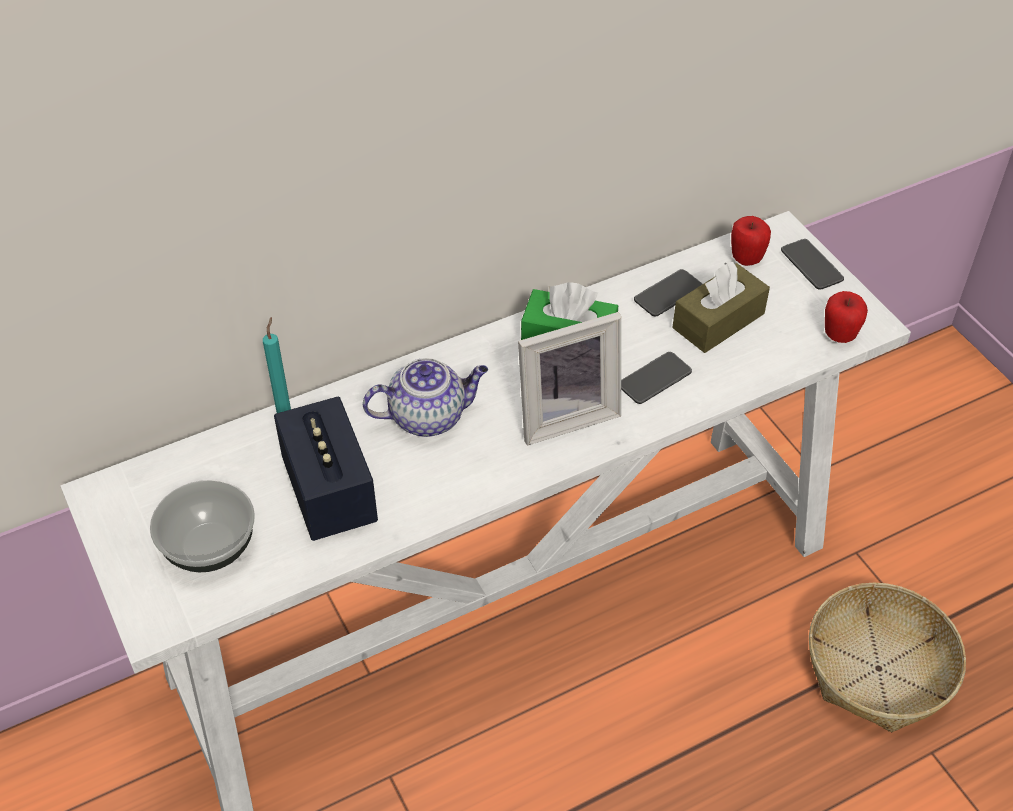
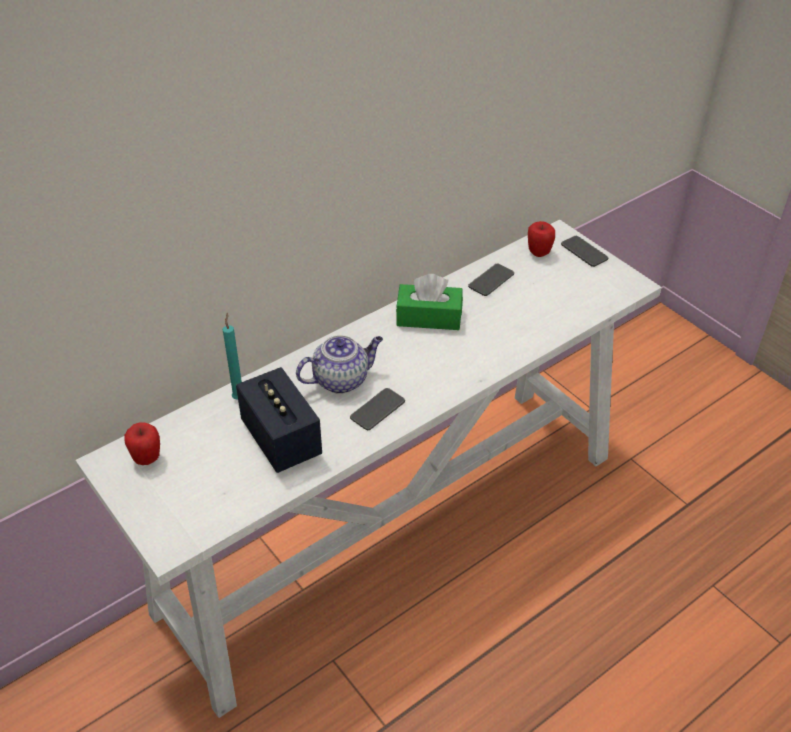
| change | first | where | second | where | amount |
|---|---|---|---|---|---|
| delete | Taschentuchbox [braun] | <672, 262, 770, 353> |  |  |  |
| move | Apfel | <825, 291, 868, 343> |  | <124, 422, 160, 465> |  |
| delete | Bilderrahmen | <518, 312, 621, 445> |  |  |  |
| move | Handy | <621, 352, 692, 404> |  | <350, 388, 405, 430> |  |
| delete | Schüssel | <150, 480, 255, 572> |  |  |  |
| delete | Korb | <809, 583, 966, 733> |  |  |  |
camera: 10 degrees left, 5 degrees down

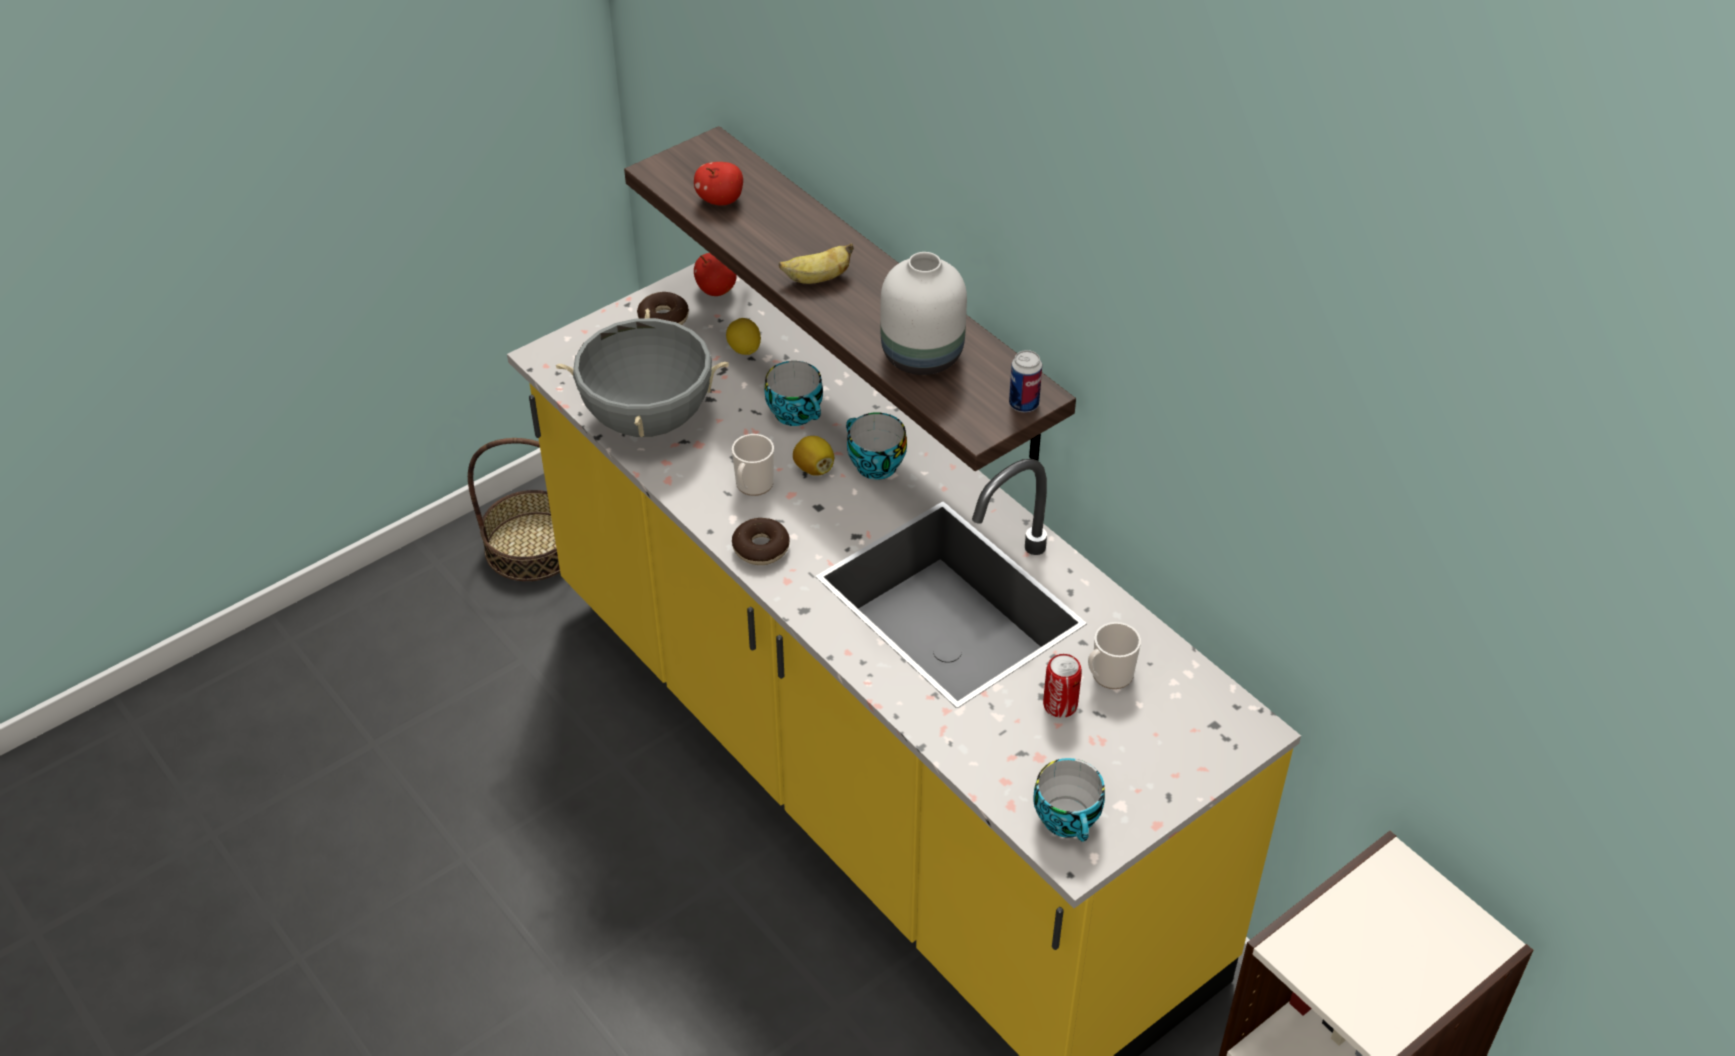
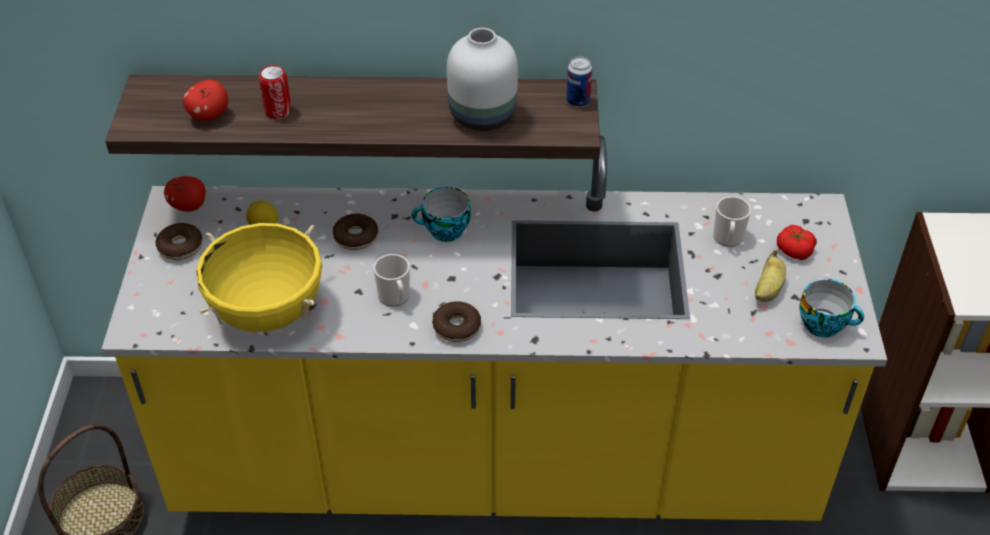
| change | first | where | second | where | amount |
|---|---|---|---|---|---|
| move | Banane | <779, 243, 854, 284> |  | <755, 250, 786, 302> |  |
| recolor | Kochtopf [grau] | <556, 309, 729, 437> | Kochtopf [gelb] | <196, 223, 322, 332> |  |
| replace | Tasse | <764, 361, 823, 426> | Donut | <333, 214, 378, 250> |  |
| delete | Zitrone | <793, 436, 834, 476> |  |  |  |
| move | Dose | <1043, 654, 1082, 718> |  | <259, 65, 291, 119> |  |
| insert |  |  | Tomate | <777, 225, 817, 260> |  |
camera: 50 degrees left, 0 degrees up

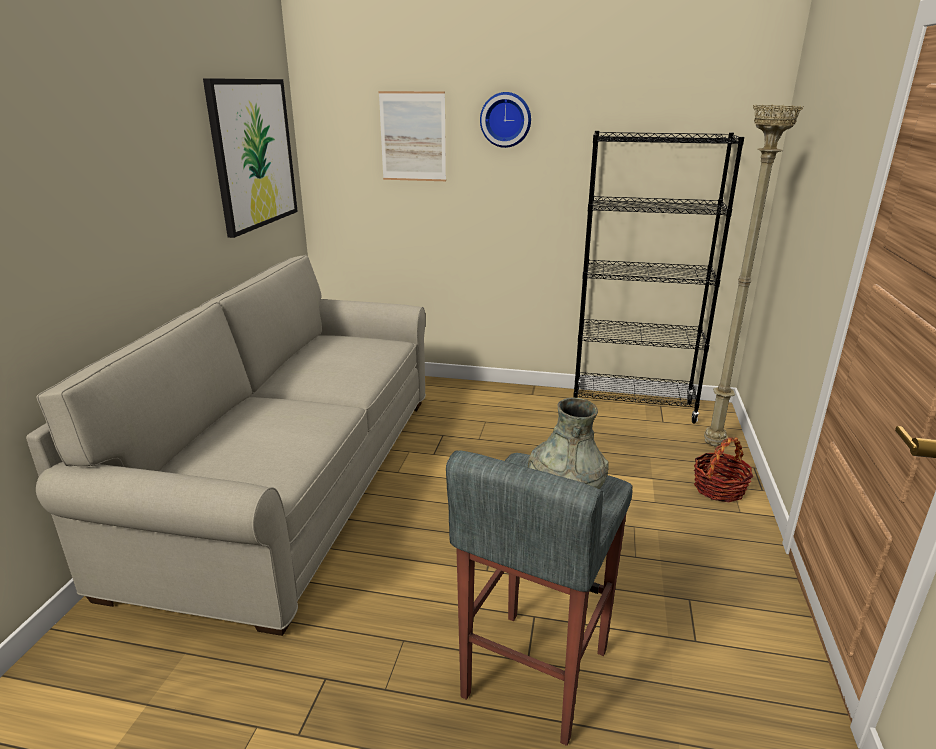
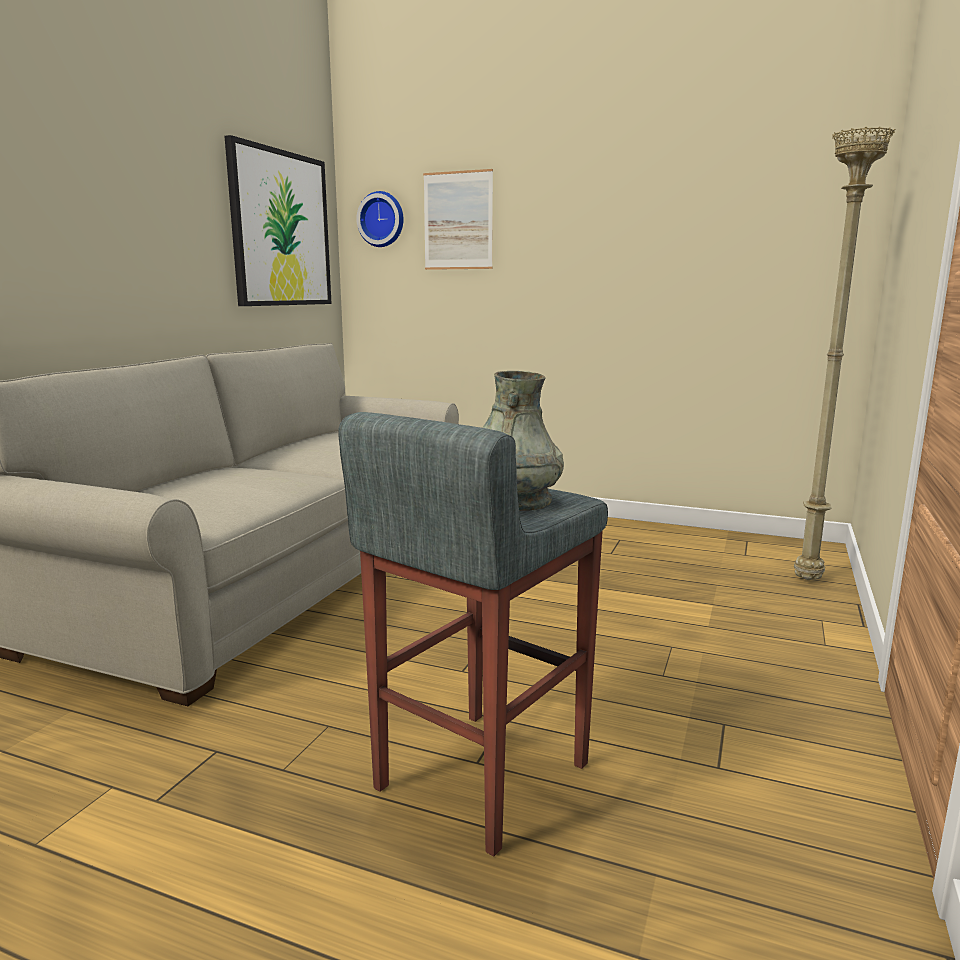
| change | first | where | second | where | amount |
|---|---|---|---|---|---|
| move | Wanduhr | <480, 92, 531, 148> |  | <356, 191, 404, 247> |  |
| delete | Bücherregal [schwarz] | <573, 131, 744, 423> |  |  |  |
| delete | Korb | <694, 437, 753, 502> |  |  |  |
camera: 10 degrees right, 10 degrees down

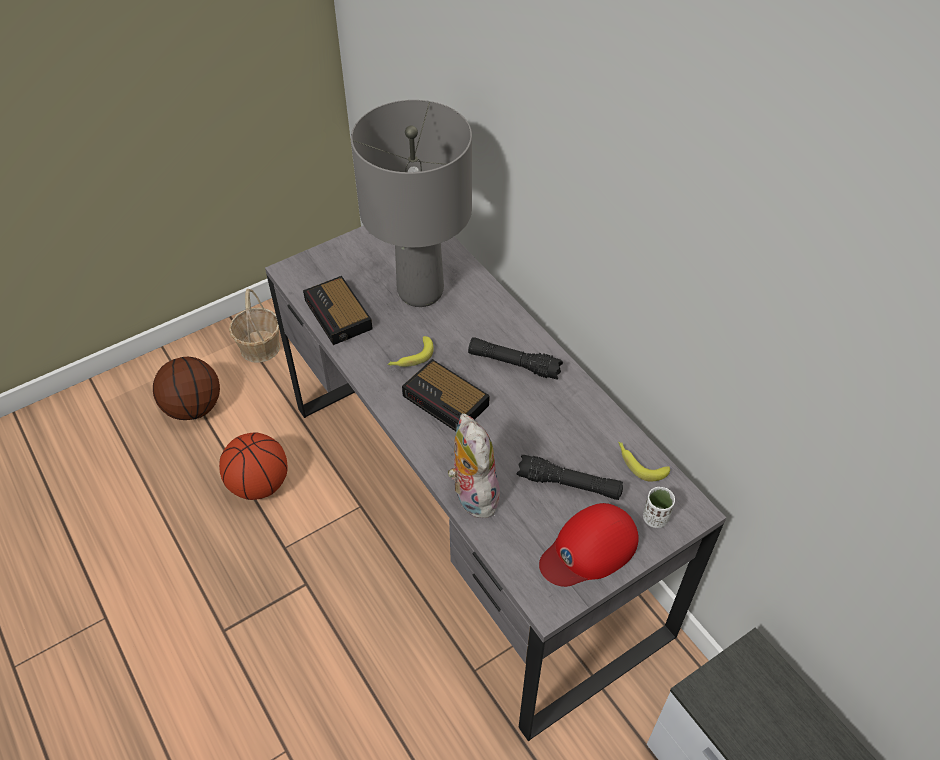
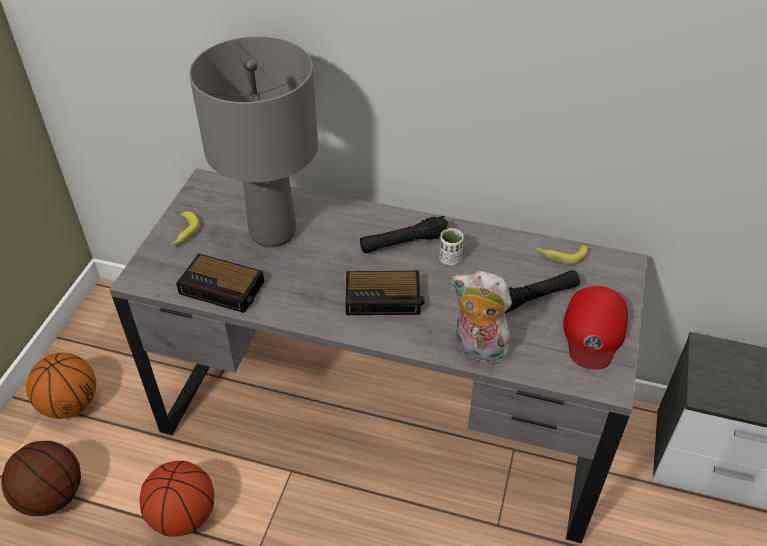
| change | first | where | second | where | amount |
|---|---|---|---|---|---|
| replace | Korb | <229, 289, 280, 363> | Basketball | <26, 353, 96, 419> |  |
| move | Banane | <388, 336, 434, 367> |  | <171, 211, 200, 246> |  |
| move | Tasse [weiß] | <643, 487, 675, 528> |  | <439, 228, 464, 265> |  |
camera: 40 degrees left, 5 degrees down

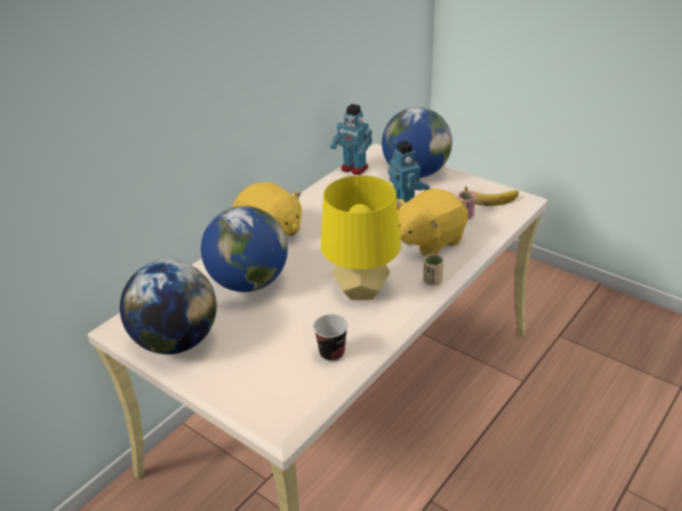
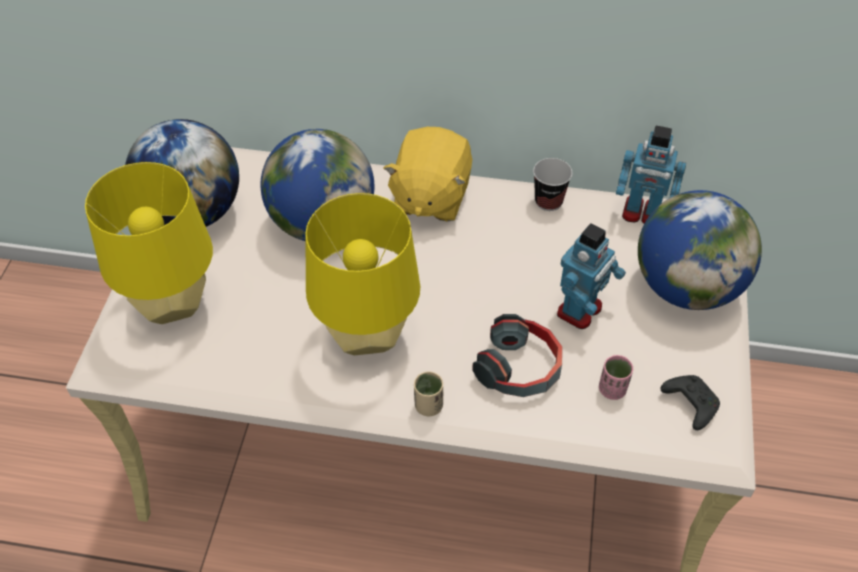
| change | first | where | second | where | amount |
|---|---|---|---|---|---|
| rotate | Spielzeugroboter | <330, 104, 372, 175> |  | <616, 126, 686, 224> | 75 degrees counterclockwise |
| replace | Banane | <465, 186, 519, 206> | Gamepad [schwarz] | <661, 375, 720, 430> |  |
| replace | Plüschtier [gelb] | <397, 188, 468, 256> | Kopfhörer | <472, 314, 563, 397> |  |
| move | Tasse | <313, 314, 348, 362> |  | <533, 158, 572, 211> |  |
| insert |  |  | Tischlampe [gelb] | <85, 162, 213, 324> |  |
camera: 60 degrees right, 15 degrees up

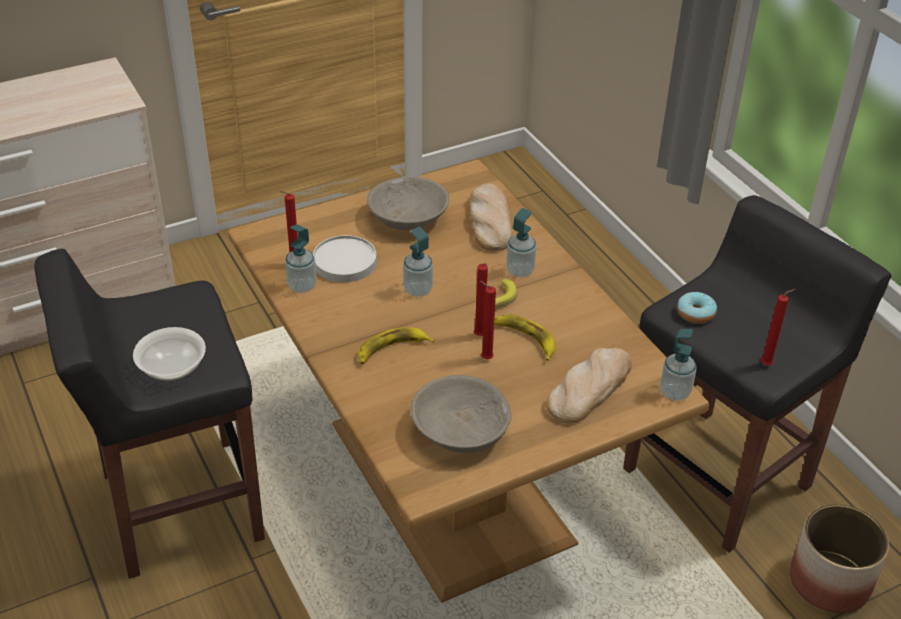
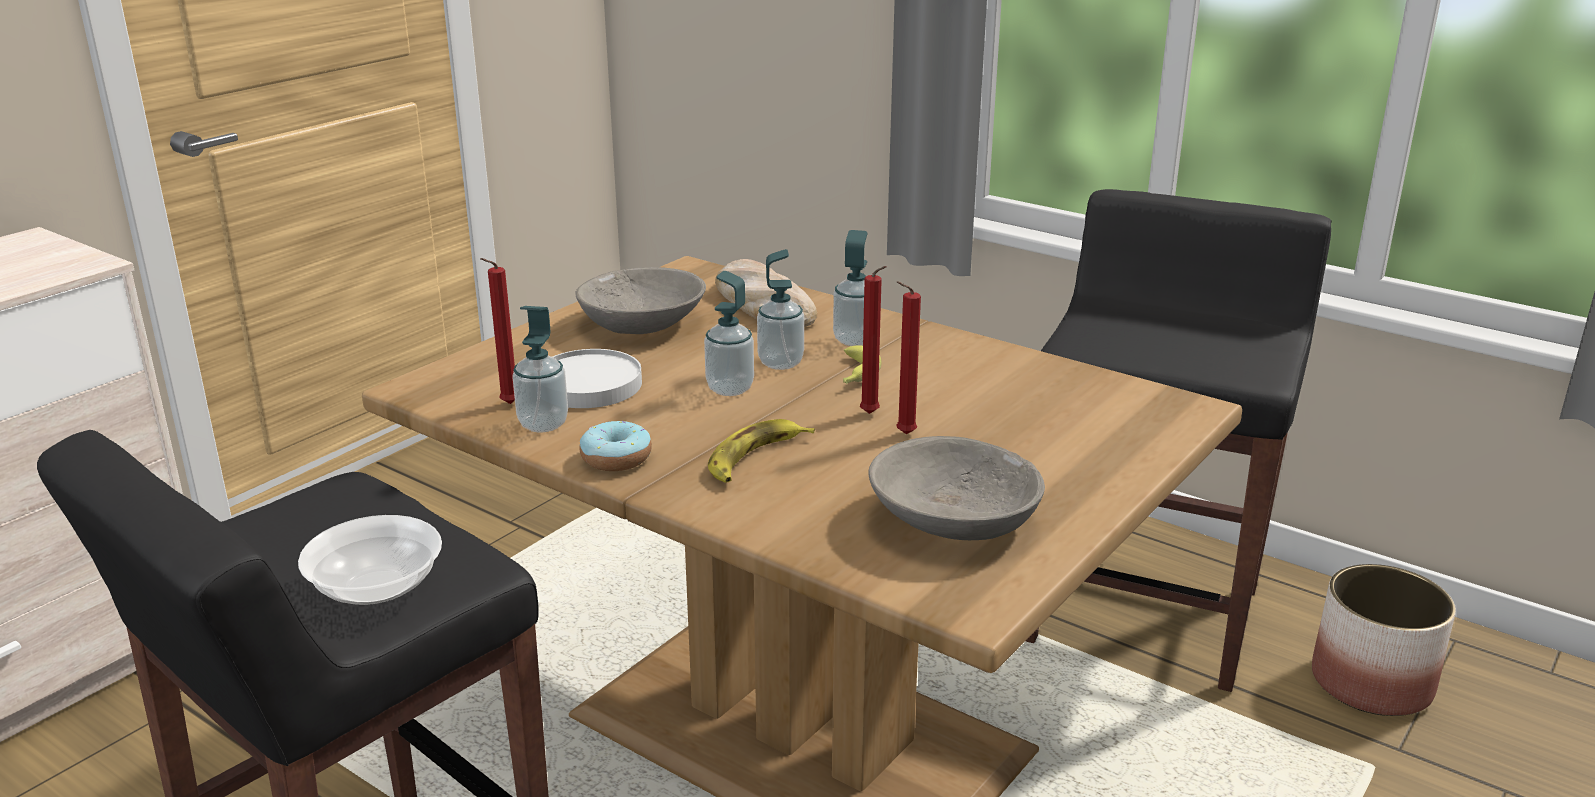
| change | first | where | second | where | amount |
|---|---|---|---|---|---|
| delete | Kerze [rot] | <761, 289, 796, 366> |  |  |  |
| move | Donut | <677, 292, 717, 324> |  | <579, 421, 652, 471> |  |
| delete | Banane | <494, 314, 556, 361> |  |  |  |
| move | Seifenspender | <660, 329, 696, 401> |  | <757, 249, 804, 370> |  |
| delete | Brot | <546, 348, 632, 424> |  |  |  |
camera: 25 degrees left, 15 degrees down

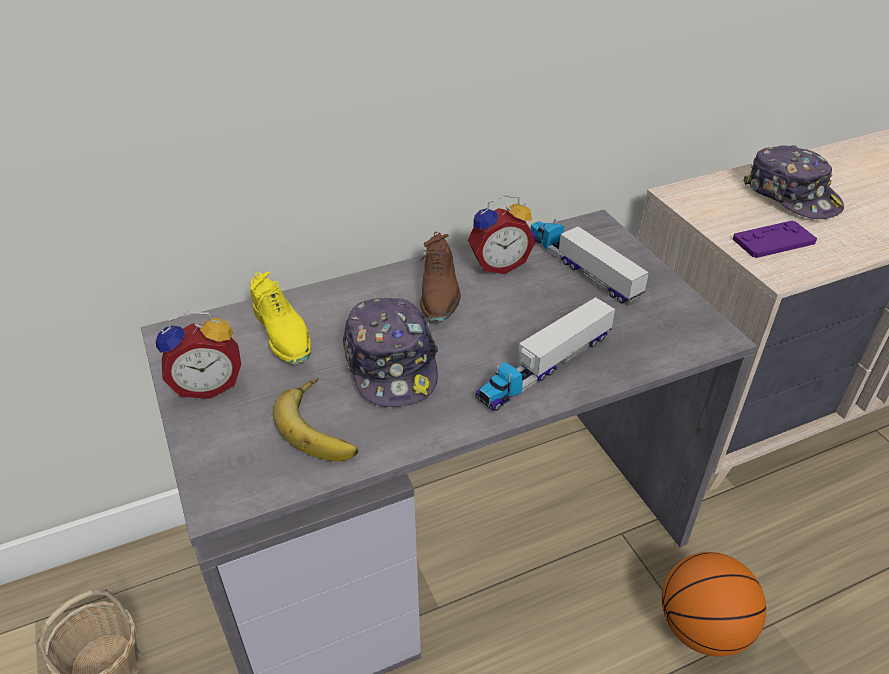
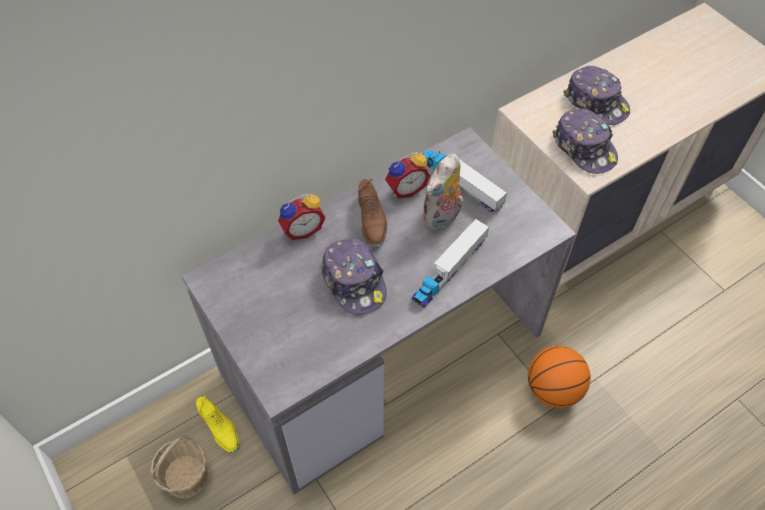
| change | first | where | second | where | amount |
|---|---|---|---|---|---|
| replace | Gamepad [lila] | <733, 221, 817, 258> | Kappe | <552, 109, 618, 174> |  |
| move | Schuh [gelb] | <250, 272, 311, 365> |  | <196, 396, 240, 453> |  |
| move | Wecker | <156, 312, 241, 399> |  | <278, 194, 326, 240> |  |
| delete | Banane | <273, 378, 358, 461> |  |  |  |
| insert |  |  | Plüschtier | <422, 154, 464, 230> |  |
camera: 10 degrees left, 15 degrees up

